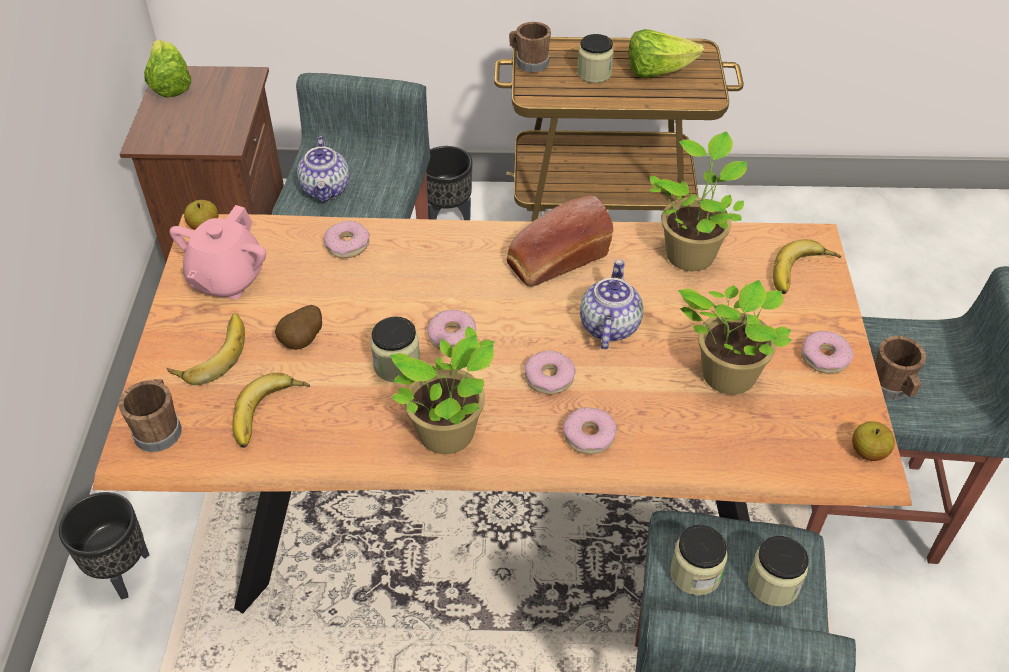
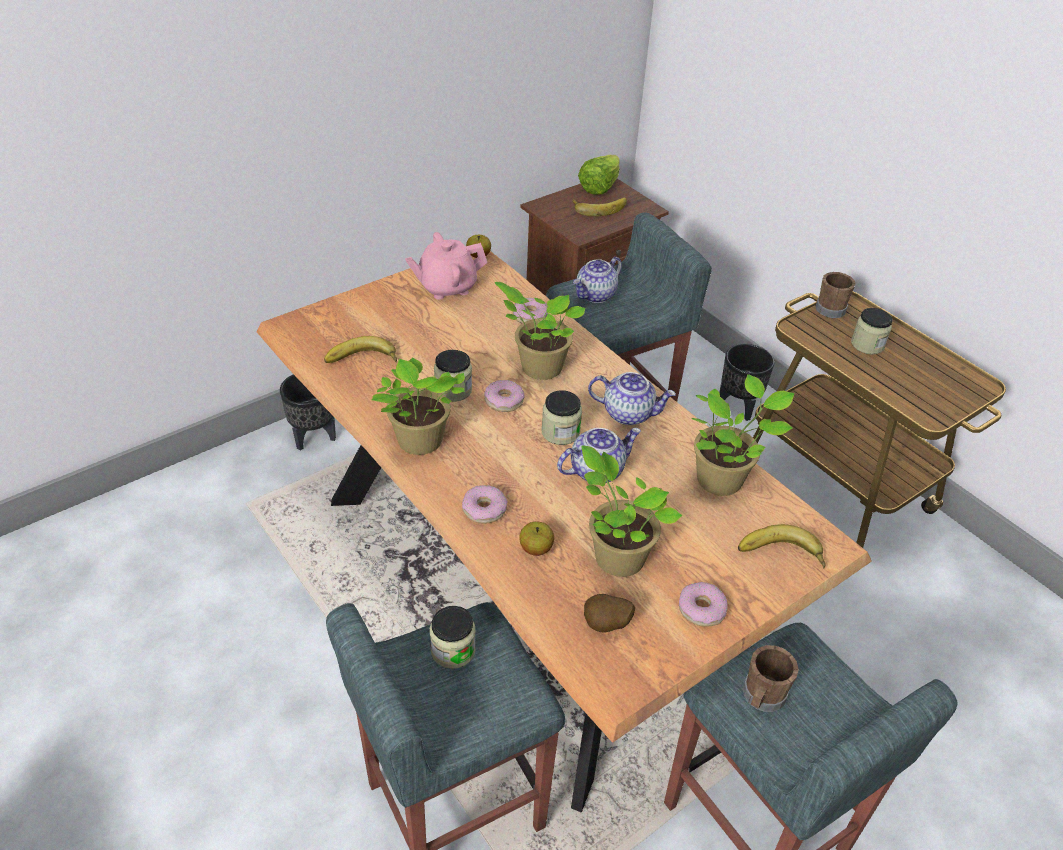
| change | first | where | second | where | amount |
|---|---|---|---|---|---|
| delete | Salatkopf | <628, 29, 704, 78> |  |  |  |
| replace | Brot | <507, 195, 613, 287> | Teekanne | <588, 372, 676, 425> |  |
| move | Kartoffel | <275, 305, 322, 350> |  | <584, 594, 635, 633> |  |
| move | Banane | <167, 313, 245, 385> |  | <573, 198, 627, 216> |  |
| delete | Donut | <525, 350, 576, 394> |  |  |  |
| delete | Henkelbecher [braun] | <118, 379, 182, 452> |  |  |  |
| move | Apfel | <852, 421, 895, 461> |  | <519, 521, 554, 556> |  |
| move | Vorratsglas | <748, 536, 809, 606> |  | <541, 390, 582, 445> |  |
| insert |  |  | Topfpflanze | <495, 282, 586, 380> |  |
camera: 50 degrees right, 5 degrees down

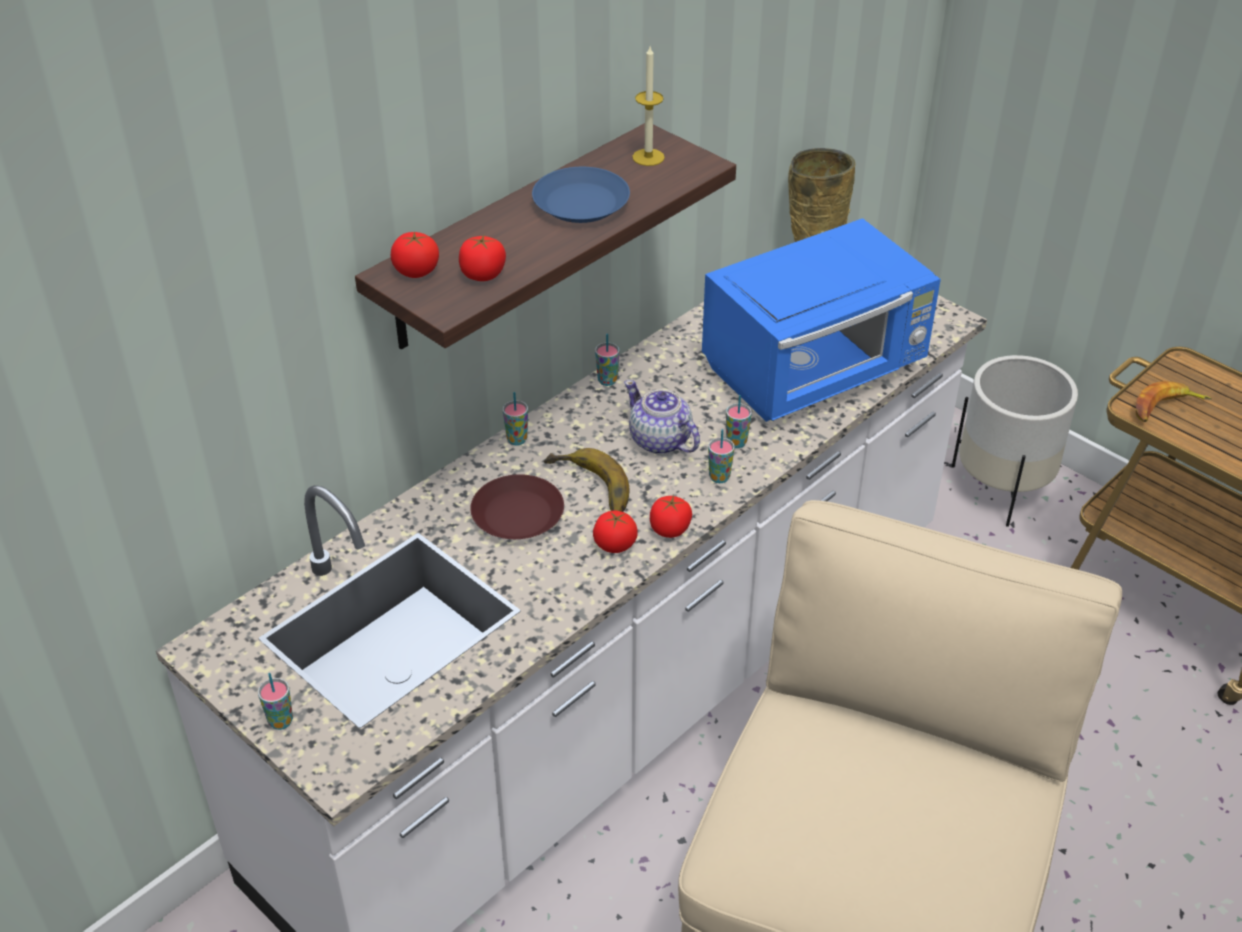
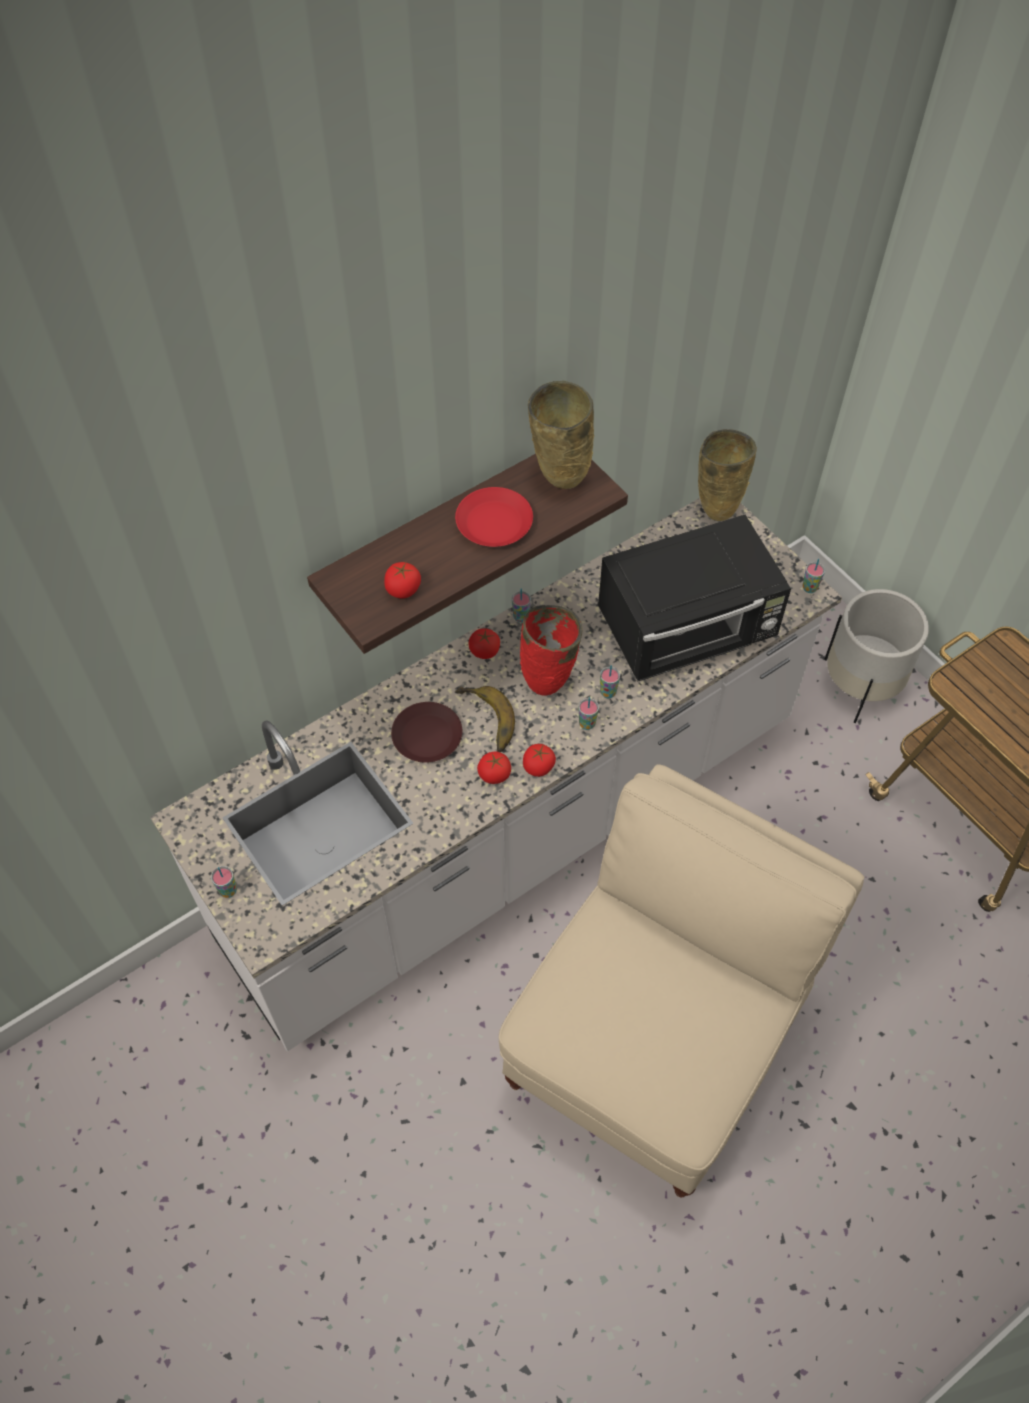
| change | first | where | second | where | amount |
|---|---|---|---|---|---|
| replace | Kerze | <632, 47, 665, 166> | Vase [beige] | <528, 381, 594, 489> |  |
| recolor | Teller [blau] | <532, 167, 630, 223> | Teller [rot] | <455, 487, 533, 547> |  |
| recolor | Mikrowelle [blau] | <702, 218, 941, 422> | Mikrowelle [schwarz] | <598, 515, 791, 682> |  |
| move | Tomate | <391, 231, 439, 278> |  | <468, 628, 500, 659> |  |
| replace | Teekanne | <624, 380, 700, 454> | Vase [rot] | <520, 605, 582, 695> |  |
| delete | Banane | <1136, 381, 1212, 422> |  |  |  |
| move | Tasse | <503, 392, 528, 445> |  | <803, 559, 825, 593> |  |
camera: 10 degrees right, 15 degrees up

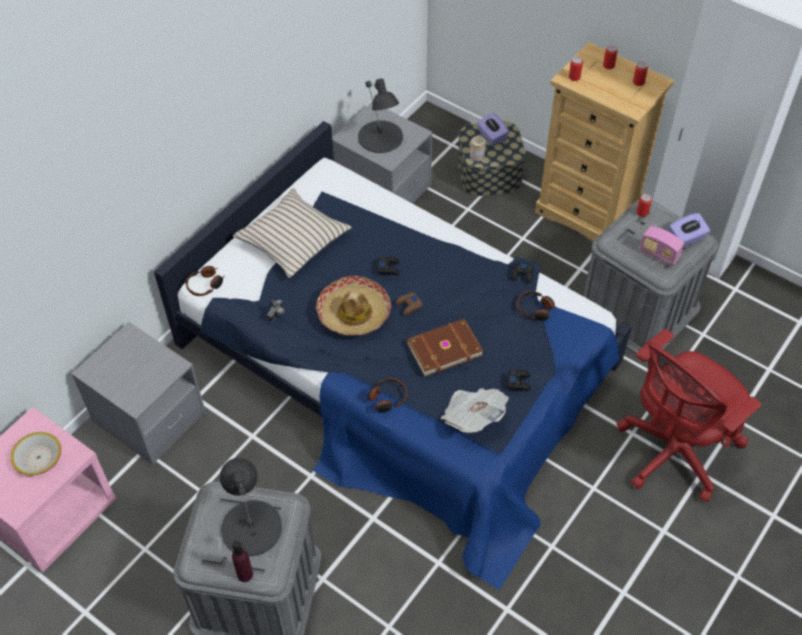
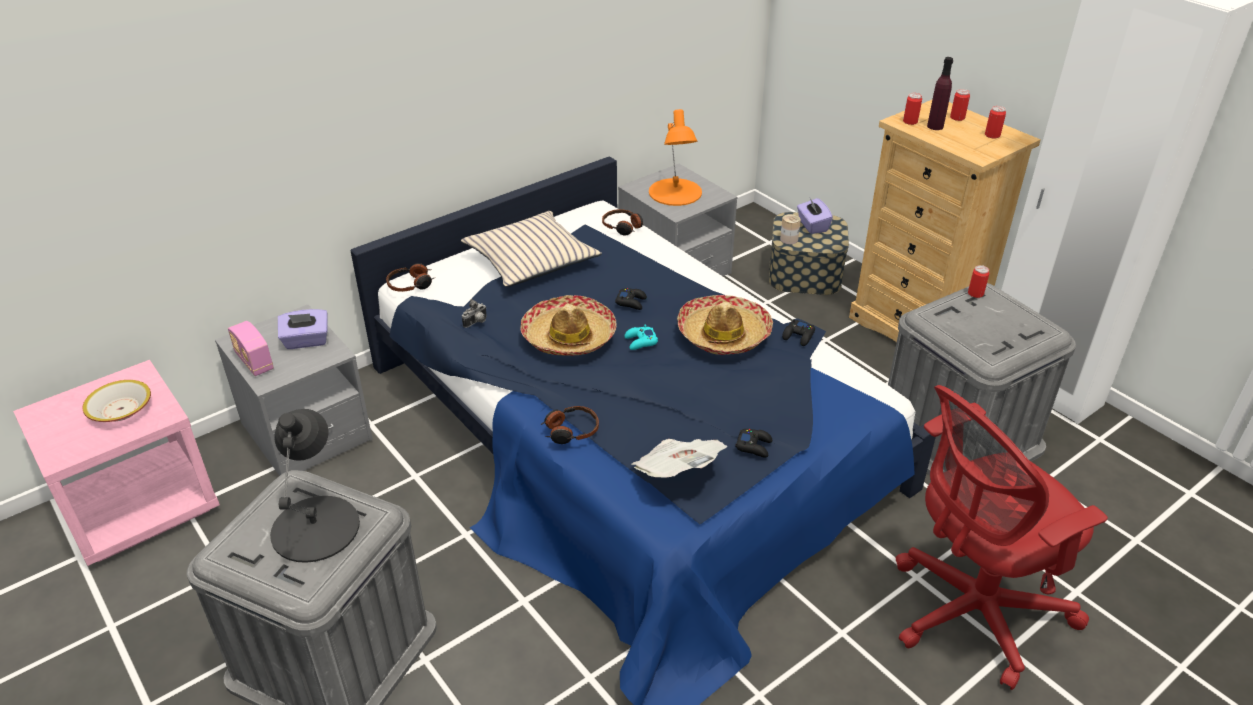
| change | first | where | second | where | amount |
|---|---|---|---|---|---|
| recolor | Tischlampe [schwarz] | <358, 78, 403, 153> | Tischlampe [orange] | <649, 109, 702, 206> |  |
| move | Taschentuchbox [lila] | <669, 213, 710, 248> |  | <278, 309, 328, 349> |  |
| move | Radio | <639, 226, 684, 267> |  | <228, 321, 274, 376> |  |
| move | Kopfhörer | <516, 291, 557, 321> |  | <602, 209, 644, 236> |  |
| recolor | Gamepad [braun] | <395, 292, 423, 316> | Gamepad [türkis] | <624, 324, 658, 350> |  |
| delete | Buch [braun] | <407, 318, 483, 376> |  |  |  |
| move | Flasche [lila] | <232, 540, 253, 582> |  | <927, 57, 953, 130> |  |
| insert |  |  | Hut | <677, 295, 773, 355> |  |
camera: 15 degrees right, 15 degrees down

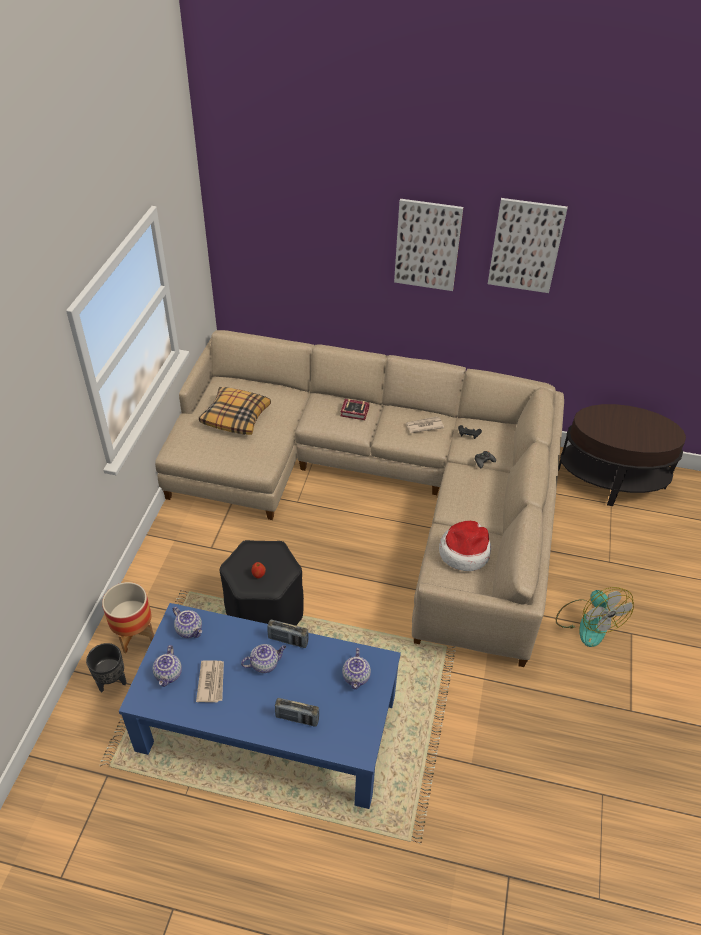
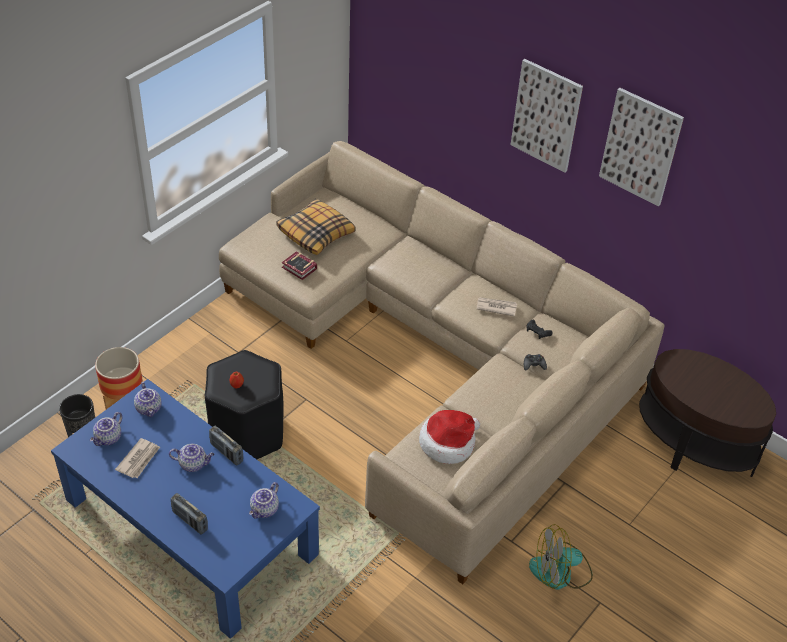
| change | first | where | second | where | amount |
|---|---|---|---|---|---|
| move | Buch | <341, 399, 369, 420> |  | <282, 251, 317, 280> |  |
| rotate | Ventilator | <556, 587, 634, 647> |  | <529, 524, 593, 590> | 75 degrees clockwise |
camera: 25 degrees right, 0 degrees up

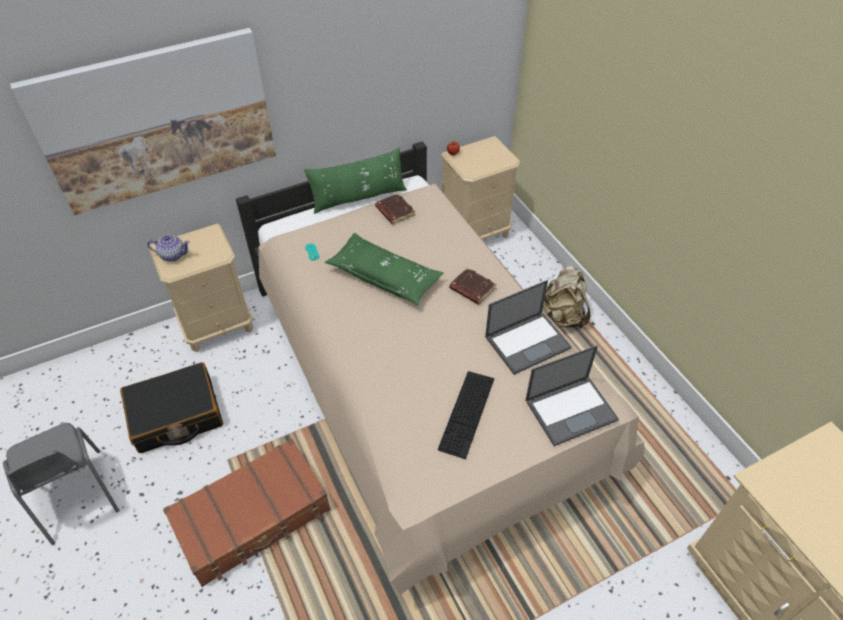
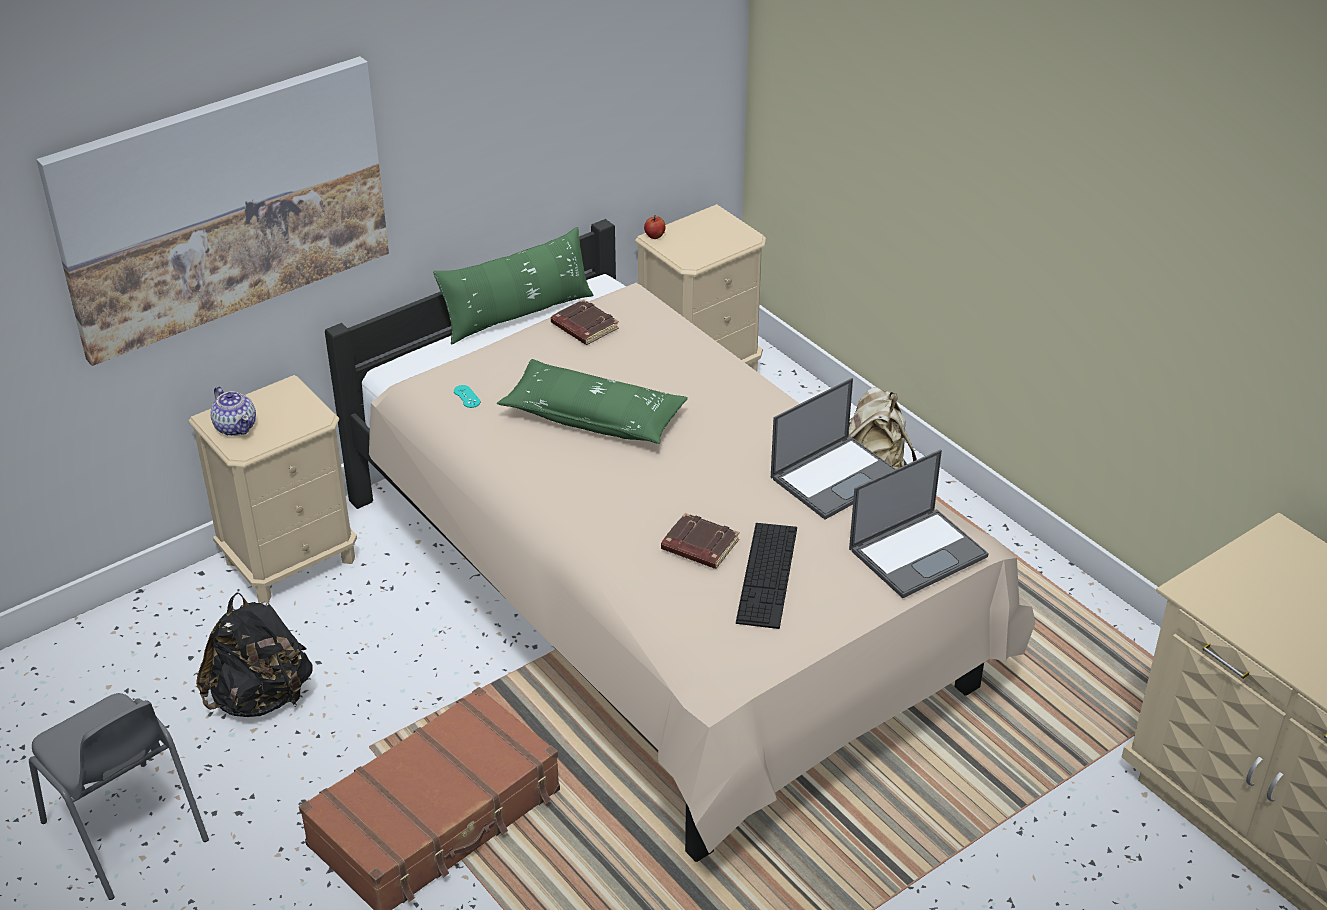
| change | first | where | second | where | amount |
|---|---|---|---|---|---|
| rotate | Teekanne | <147, 235, 190, 262> |  | <210, 386, 256, 436> | 60 degrees clockwise |
| move | Buch [braun] | <449, 268, 496, 305> |  | <661, 513, 739, 569> |  |
| replace | Koffer [schwarz] | <120, 362, 223, 453> | Rucksack [schwarz] | <196, 592, 313, 717> |  |
camera: 10 degrees left, 10 degrees down

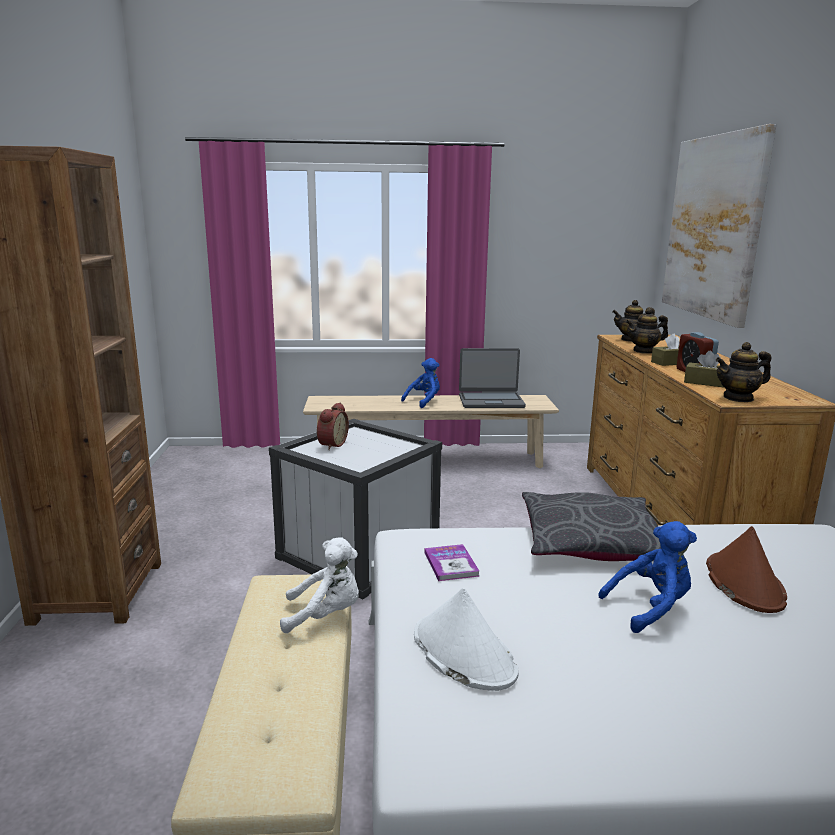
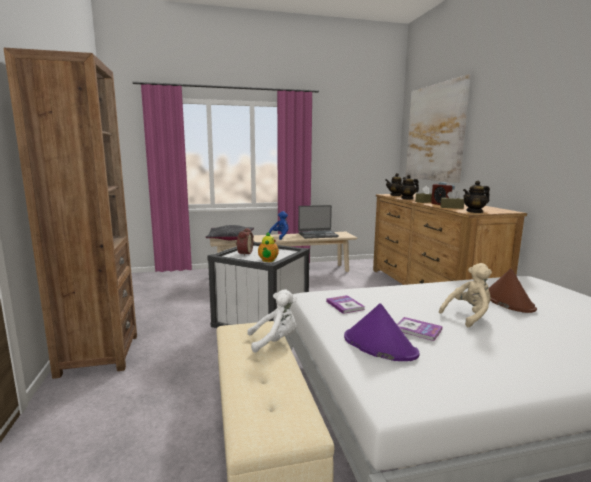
| change | first | where | second | where | amount |
|---|---|---|---|---|---|
| move | Kissen [grau] | <522, 492, 661, 561> |  | <206, 225, 254, 240> |  |
| recolor | Plüschtier [blau] | <598, 521, 697, 633> | Plüschtier [beige] | <439, 263, 492, 327> |  |
| recolor | Hut [weiß] | <414, 588, 518, 691> | Hut [lila] | <344, 303, 419, 361> |  |
| insert |  |  | Teekanne | <258, 232, 279, 262> |  |
| insert |  |  | Buch | <397, 317, 442, 341> |  |
camera: 10 degrees left, 5 degrees down

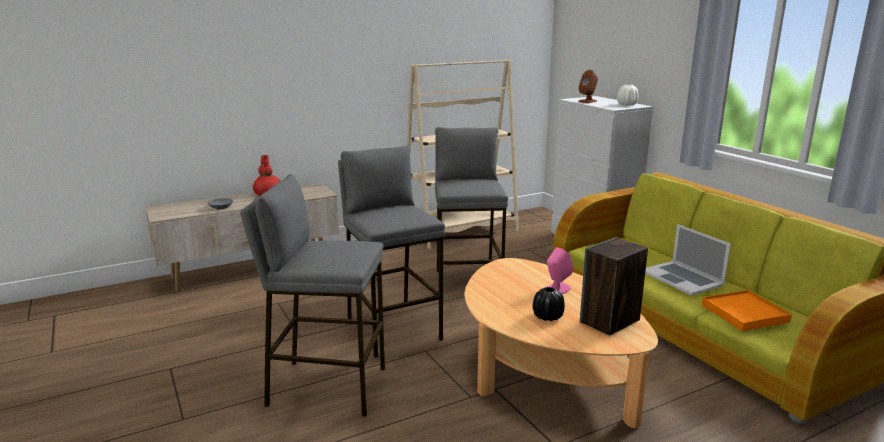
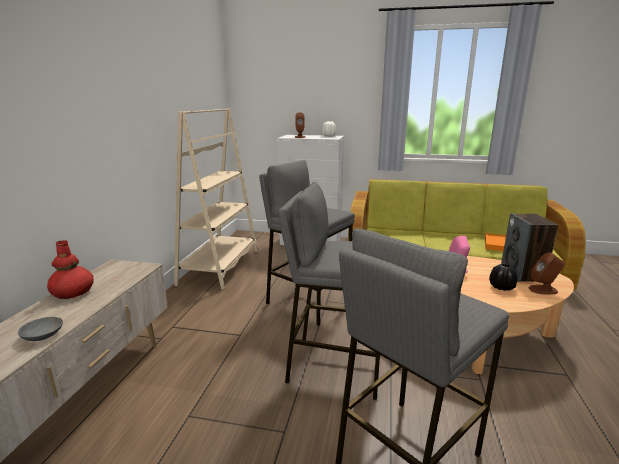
| change | first | where | second | where | amount |
|---|---|---|---|---|---|
| delete | Laptop | <645, 224, 731, 296> |  |  |  |
| insert |  |  | Lautsprecher [braun] | <529, 252, 564, 294> |  |
camera: 50 degrees left, 0 degrees up

